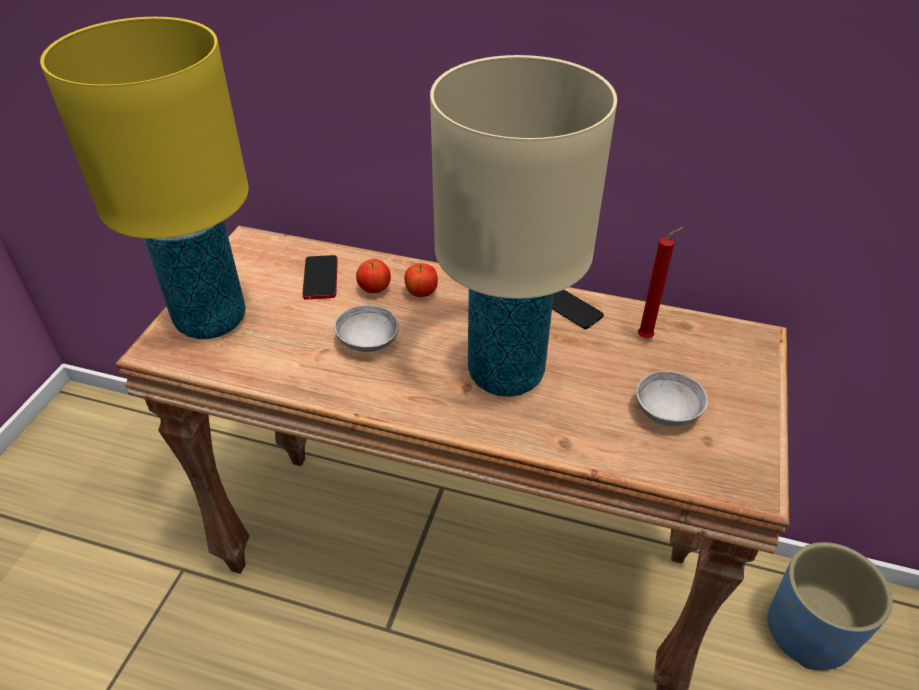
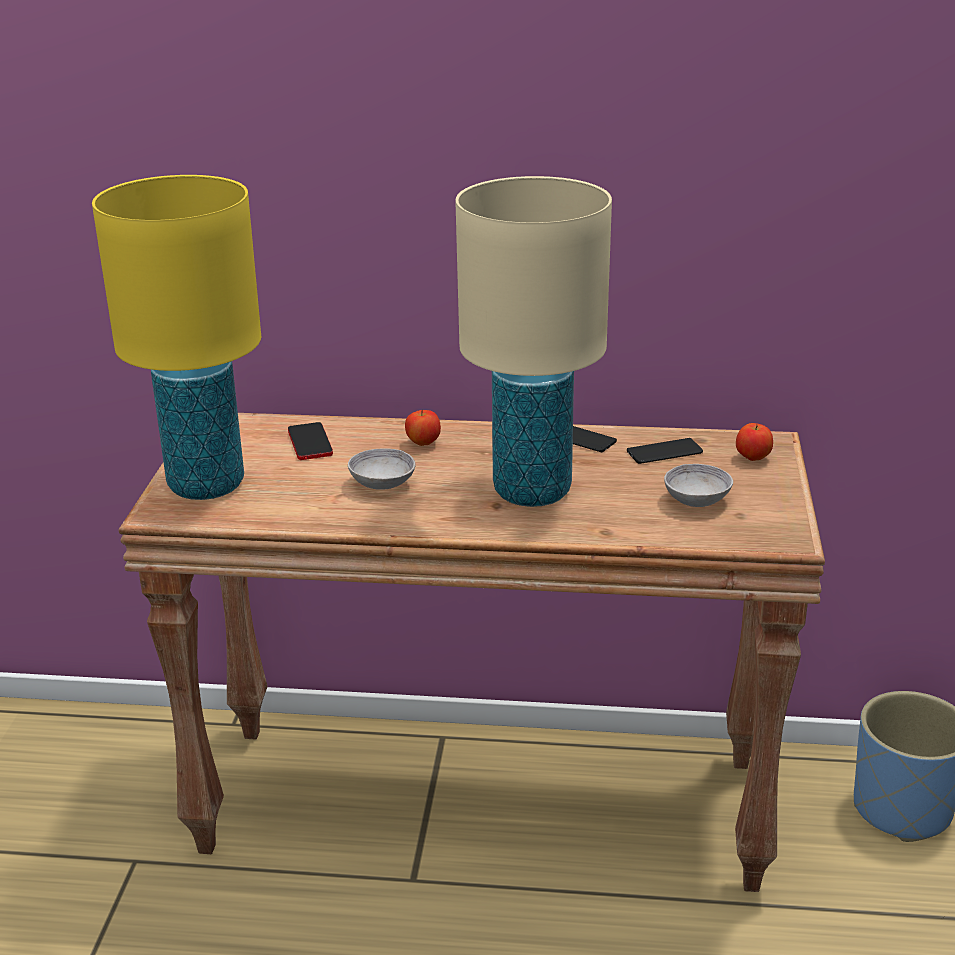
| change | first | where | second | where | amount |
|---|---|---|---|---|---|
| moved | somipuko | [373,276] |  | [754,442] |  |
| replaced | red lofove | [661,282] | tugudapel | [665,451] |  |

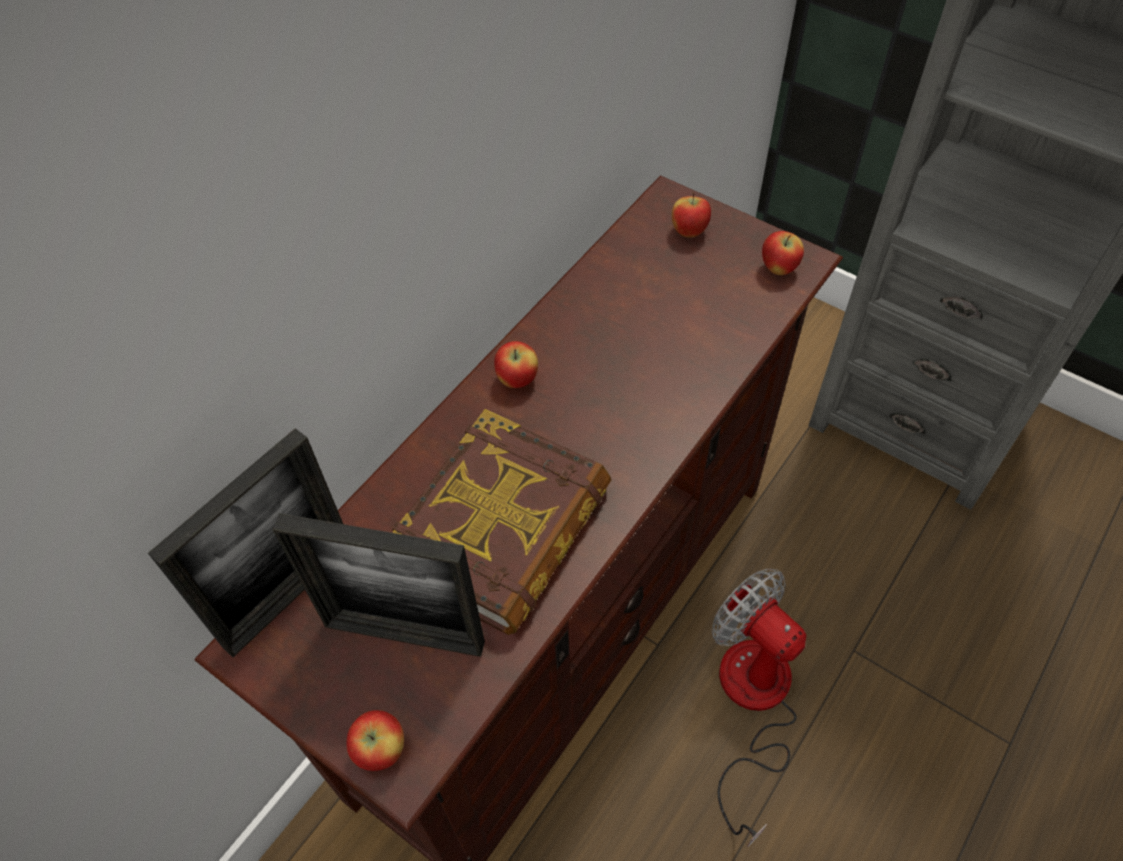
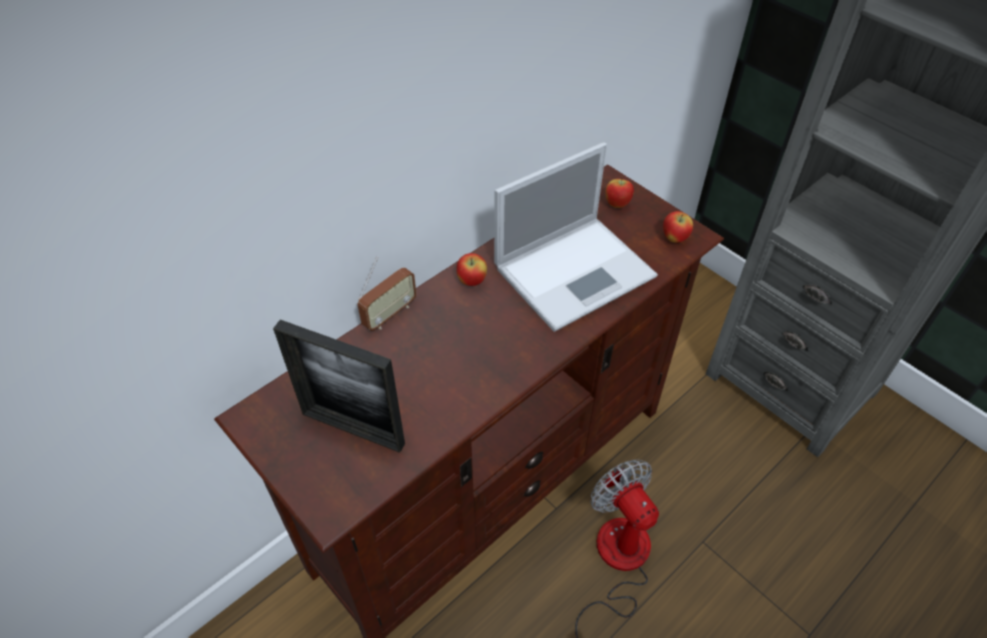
| change | first | where | second | where | amount |
|---|---|---|---|---|---|
| removed | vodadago | [245,542] |  |  |  |
| removed | somipuko | [375,740] |  |  |  |
| removed | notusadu | [501,522] |  |  |  |
| added |  |  | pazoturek | [387,293] |  |
| added |  |  | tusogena | [576,237] |  |

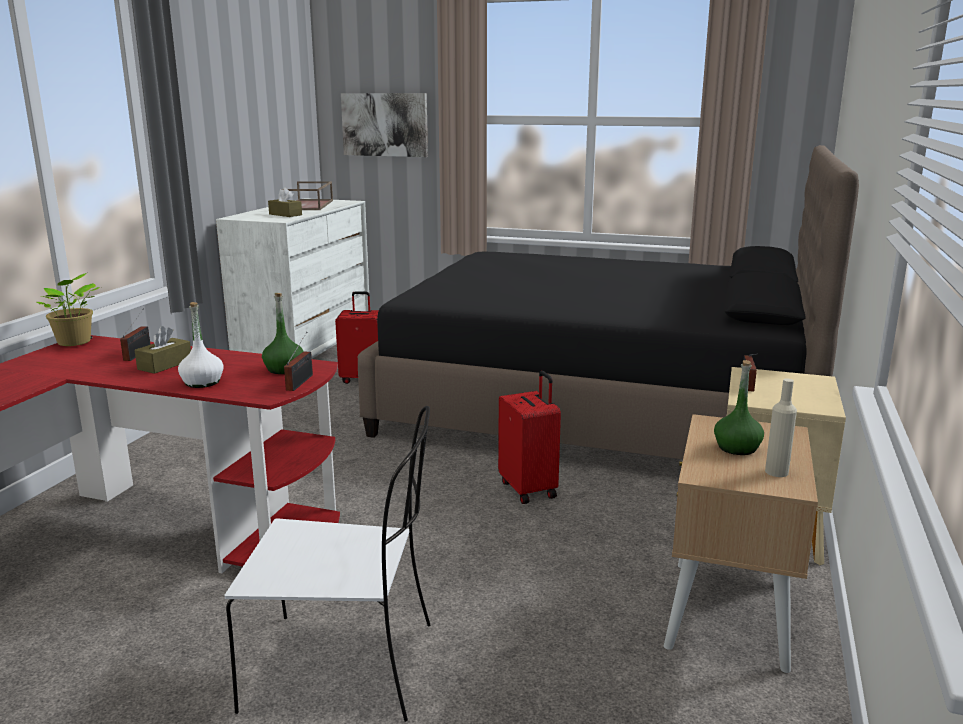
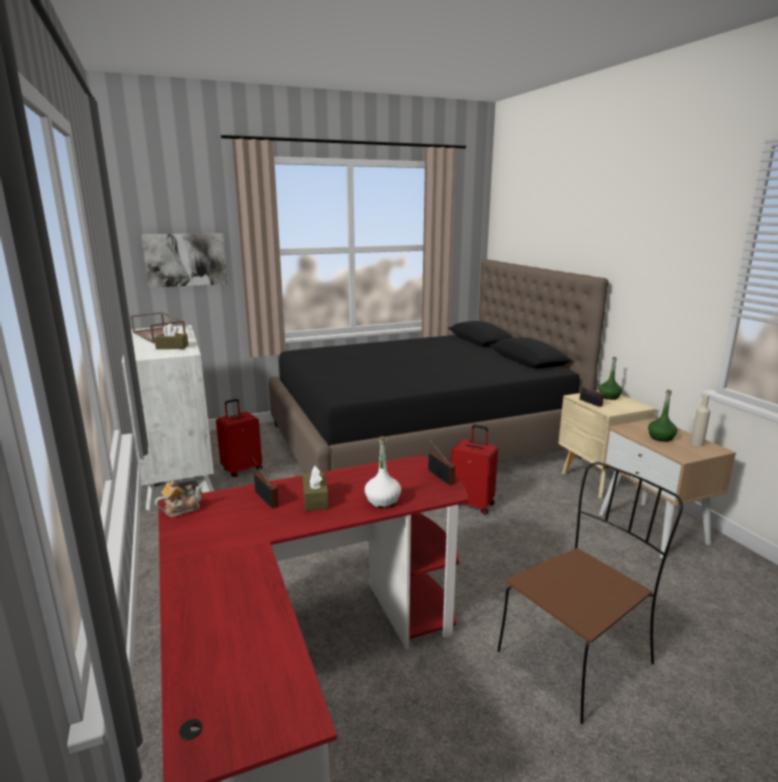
| change | first | where | second | where | amount |
|---|---|---|---|---|---|
| replaced | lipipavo | [68,309] | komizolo | [178,498] |  |
| recoloured | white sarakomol | [327,564] | brown sarakomol | [590,593] |  |
| moved | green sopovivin | [283,333] |  | [610,378] |  |

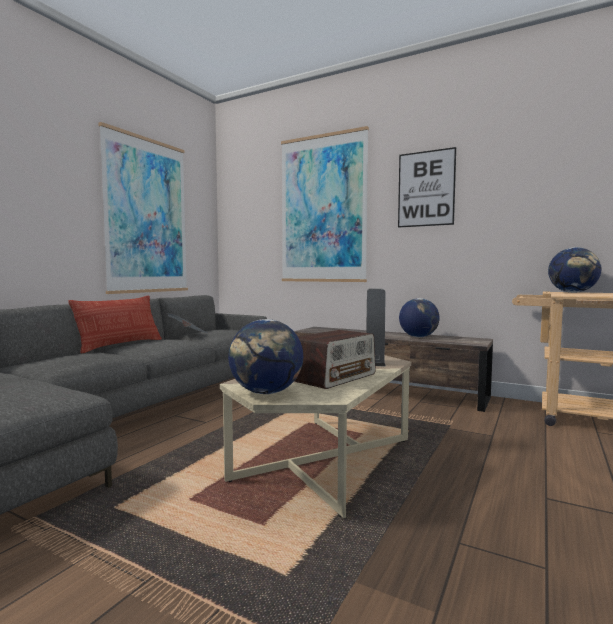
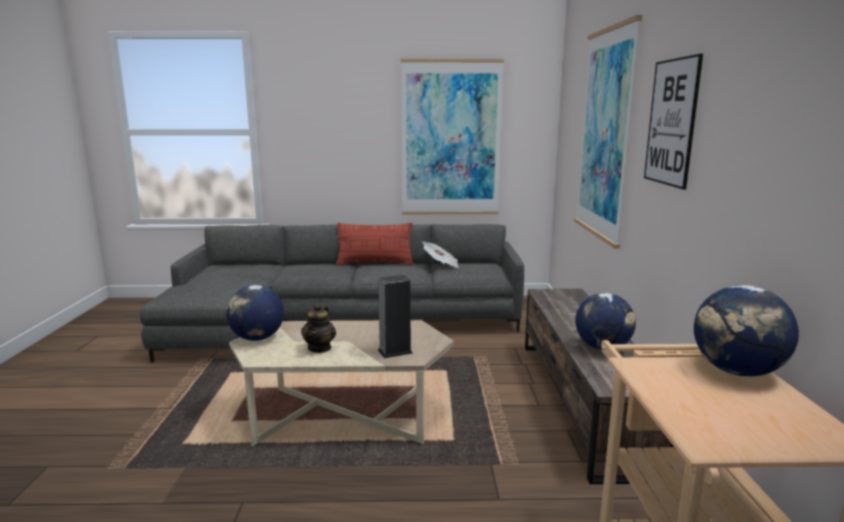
| change | first | where | second | where | amount |
|---|---|---|---|---|---|
| replaced | pazoturek | [335,359] | komizolo | [318,328] |  |

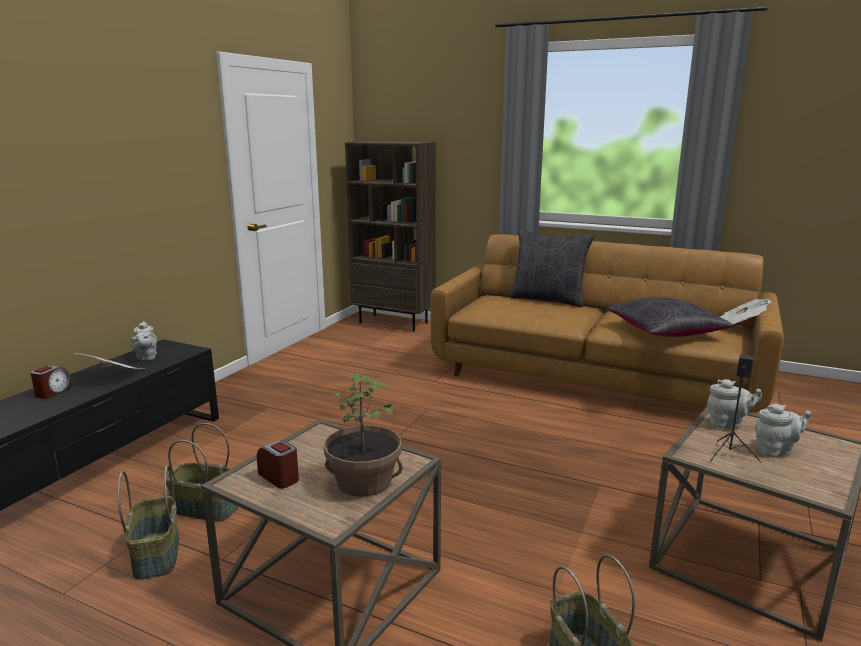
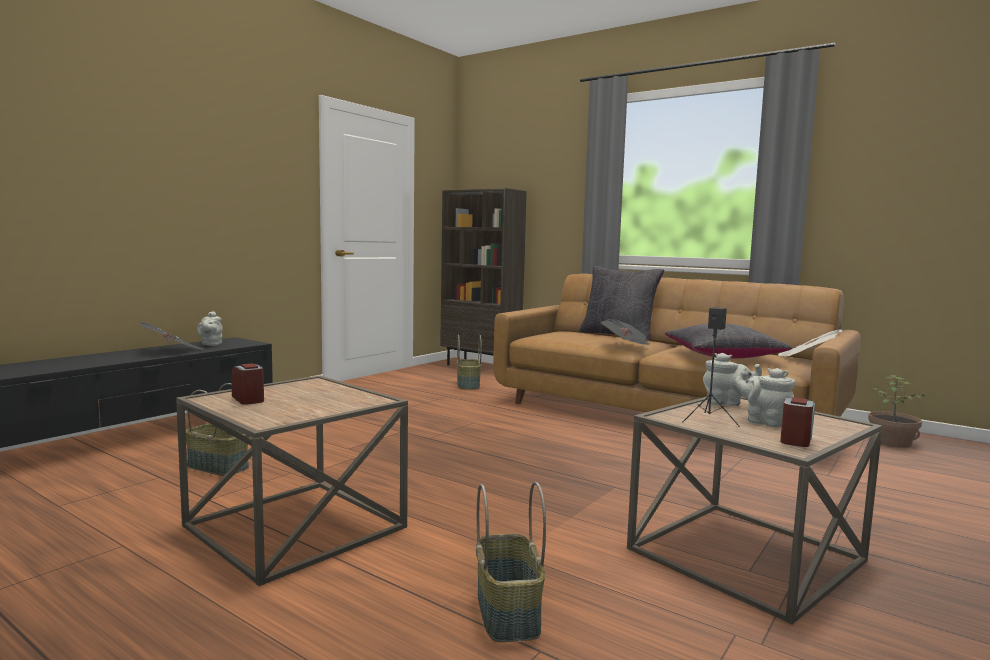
| change | first | where | second | where | amount |
|---|---|---|---|---|---|
| moved | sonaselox | [51,382] |  | [797,422] |  |
| moved | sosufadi | [148,522] |  | [469,362] |  |
| moved | lipipavo | [363,435] |  | [896,411] |  |
| turned | grey komizolo | [783,430] |  | [764,397] | 135 degrees counterclockwise |
| added |  |  | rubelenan | [625,332] |  |

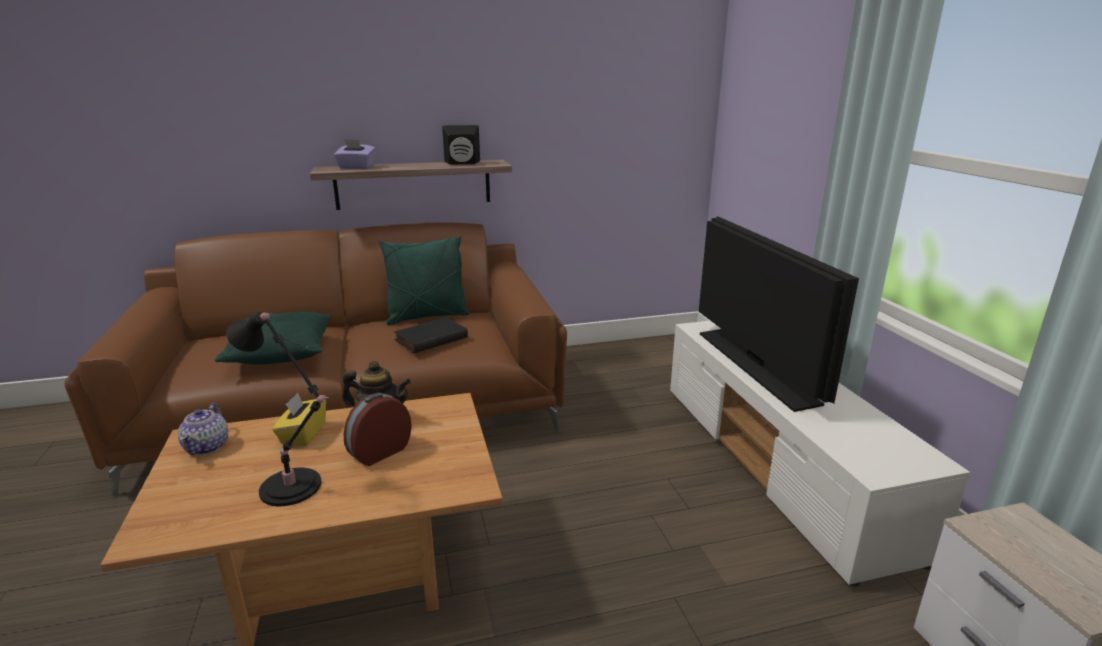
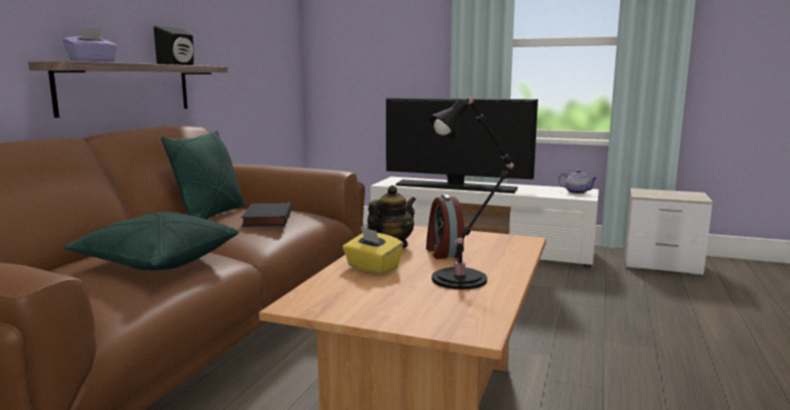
| change | first | where | second | where | amount |
|---|---|---|---|---|---|
| moved | komizolo | [203,429] |  | [578,182] |  |

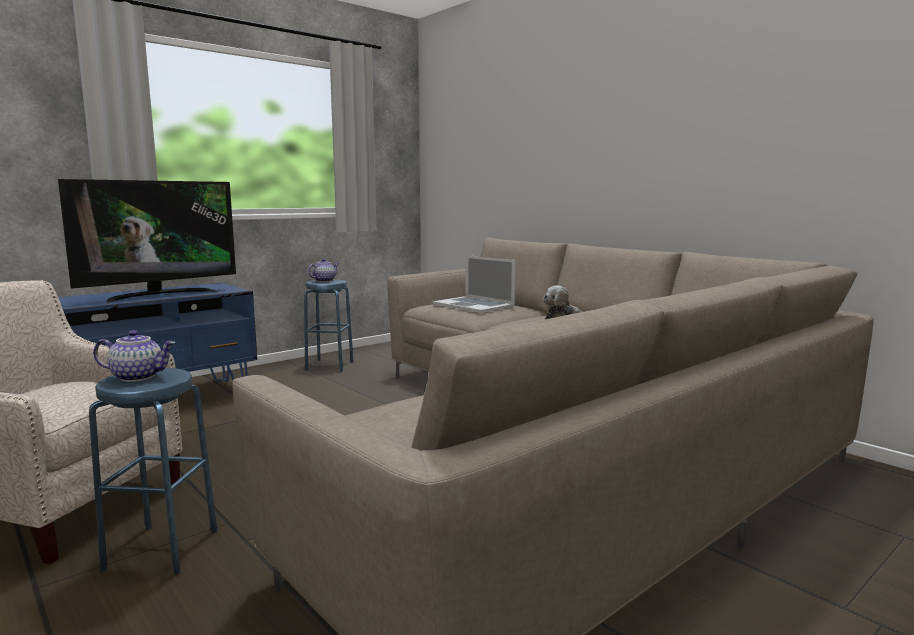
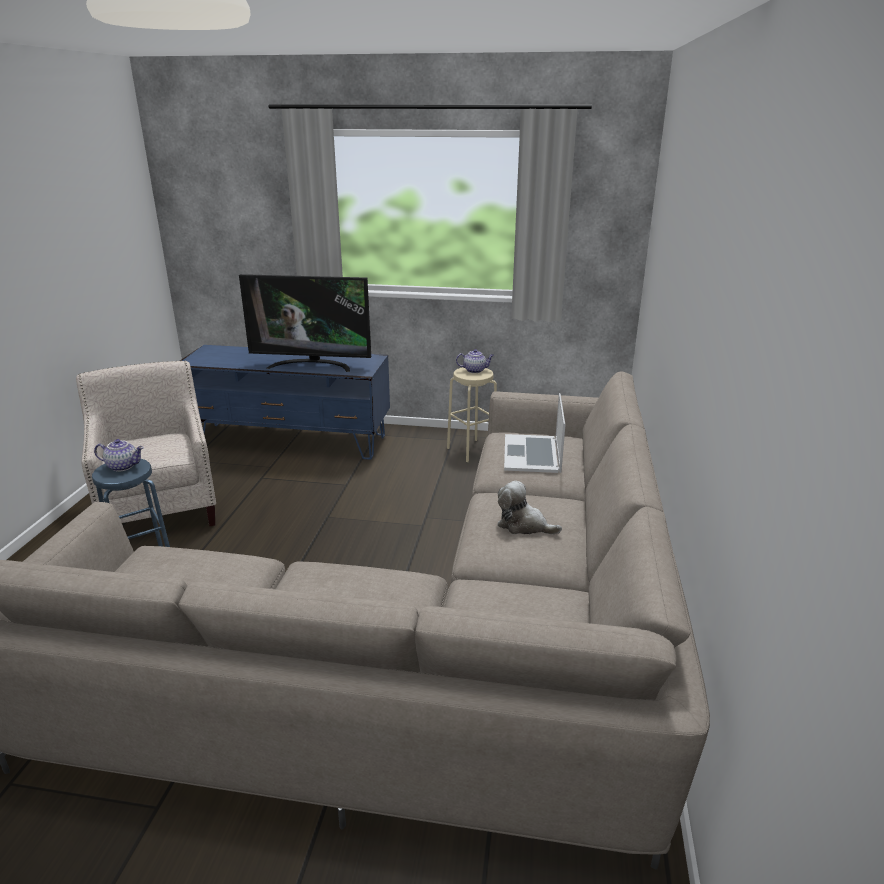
| change | first | where | second | where | amount |
|---|---|---|---|---|---|
| turned | komizolo | [134,356] |  | [119,455] | 45 degrees counterclockwise |
| recoloured | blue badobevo | [329,325] | beige badobevo | [472,414] |  |

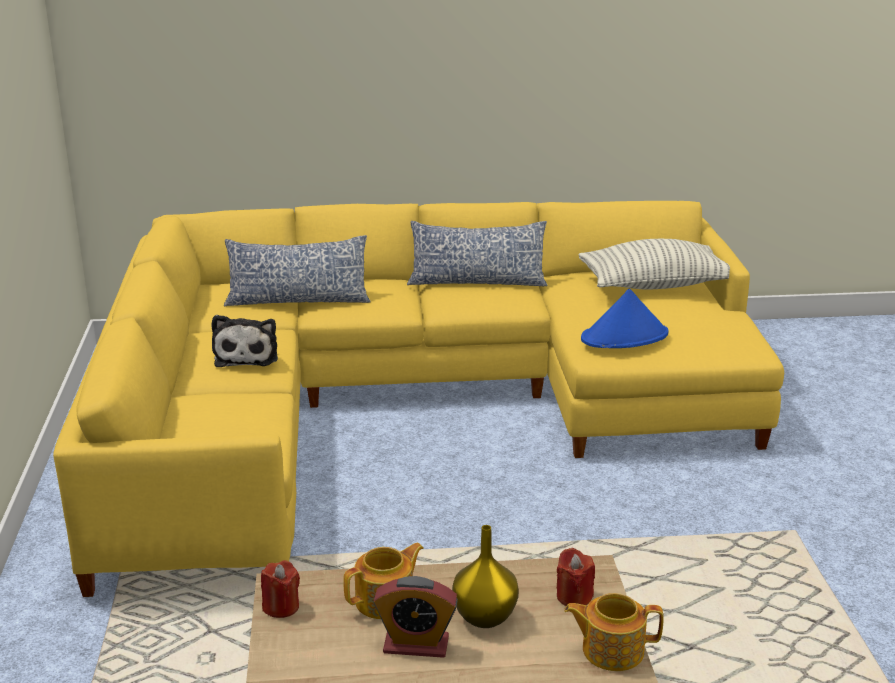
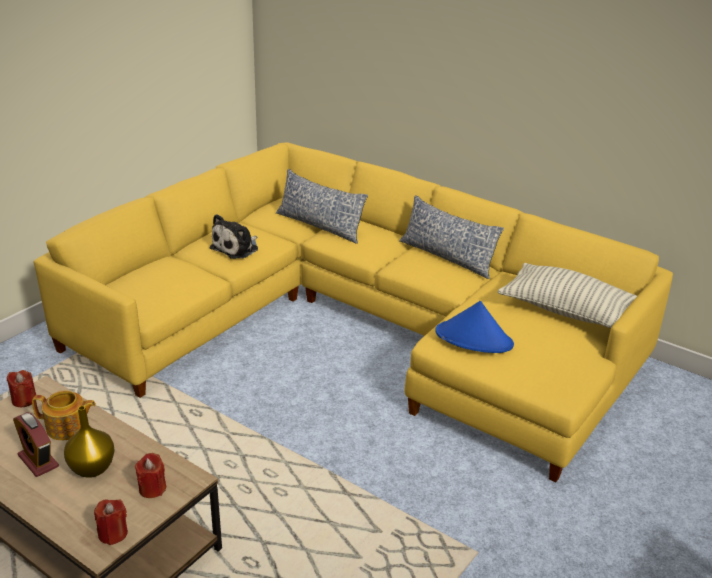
| change | first | where | second | where | amount |
|---|---|---|---|---|---|
| replaced | komizolo | [614,632] | red lofove | [111,522] |  |

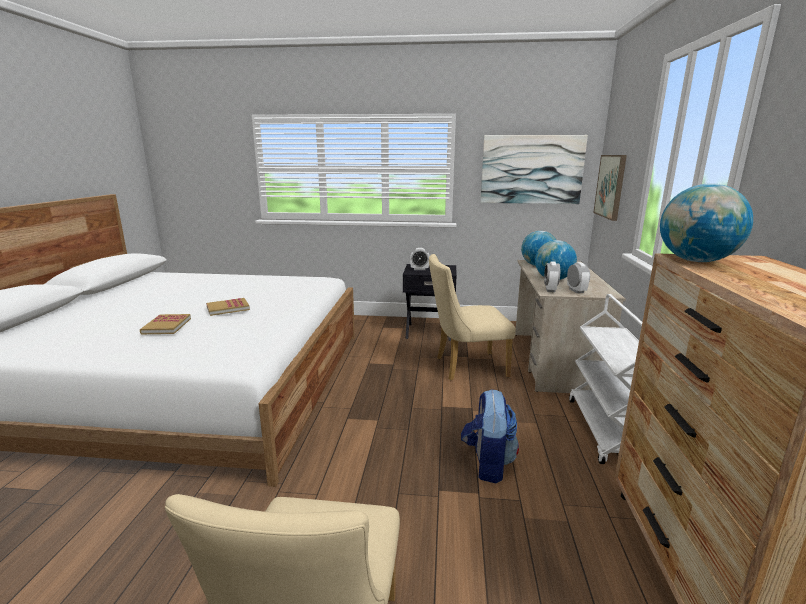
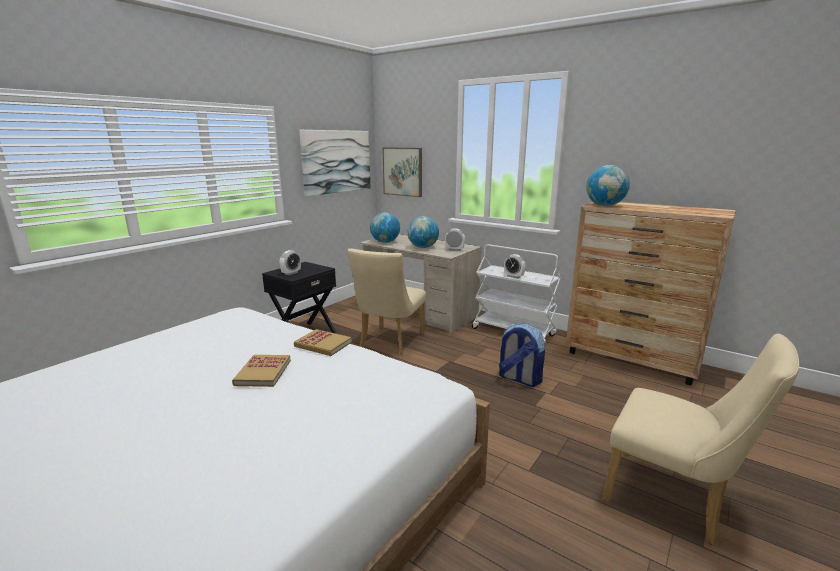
| change | first | where | second | where | amount |
|---|---|---|---|---|---|
| moved | notusadu | [165,324] |  | [323,342] |  |
| moved | sonaselox | [552,276] |  | [514,266] |  |

